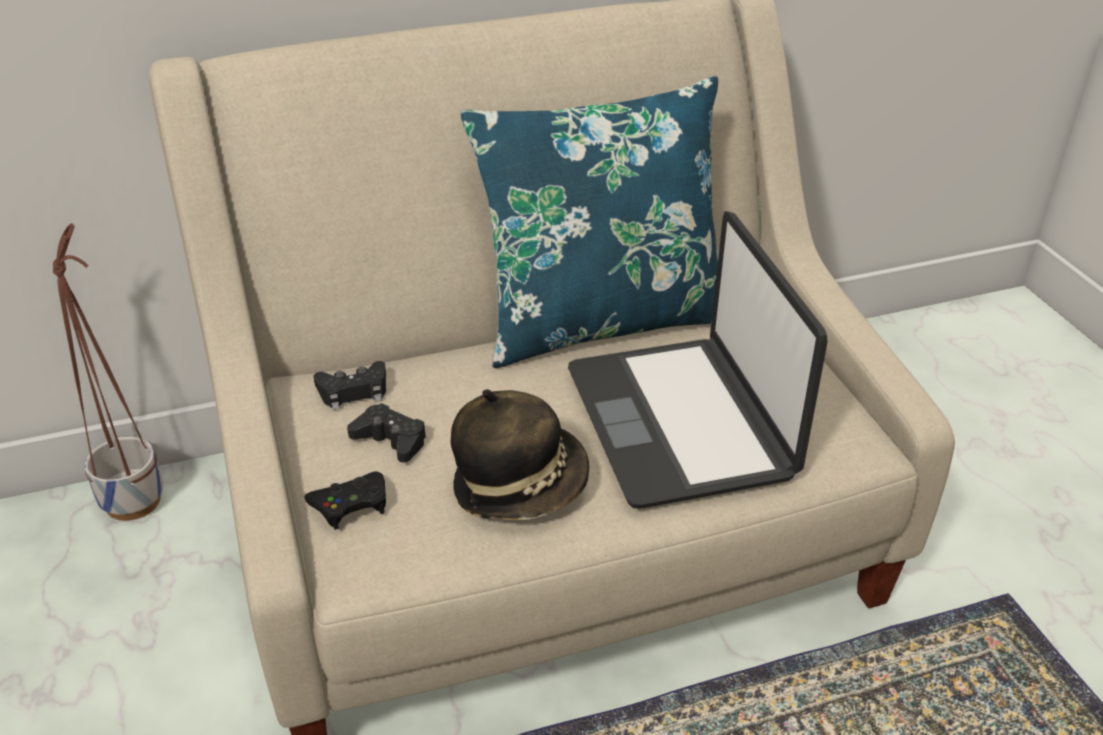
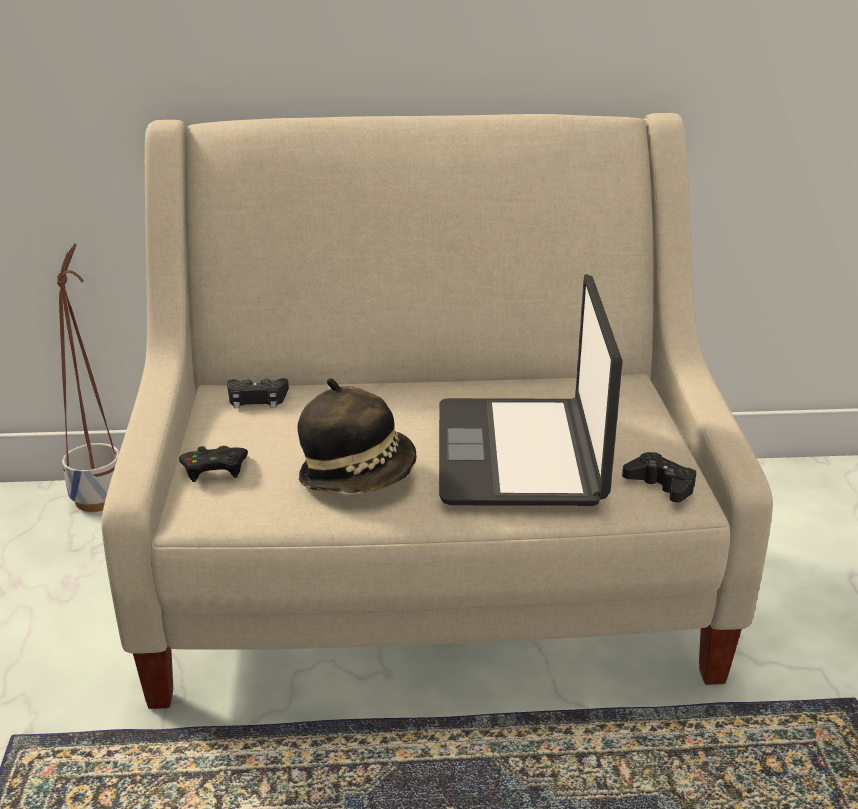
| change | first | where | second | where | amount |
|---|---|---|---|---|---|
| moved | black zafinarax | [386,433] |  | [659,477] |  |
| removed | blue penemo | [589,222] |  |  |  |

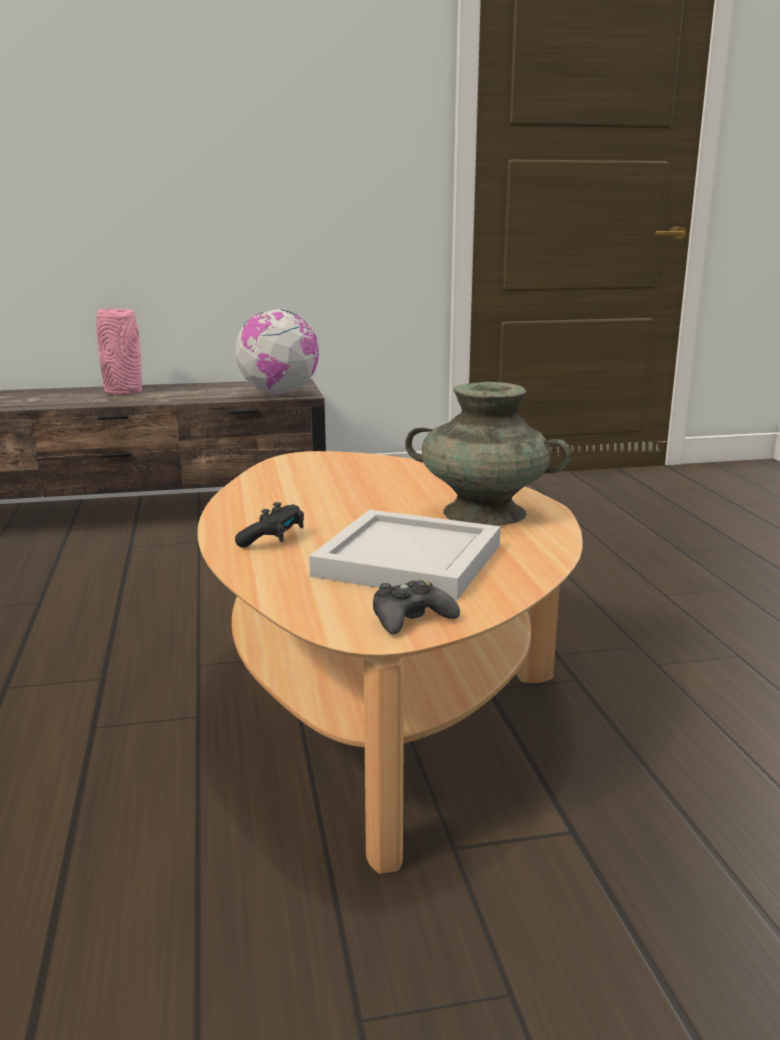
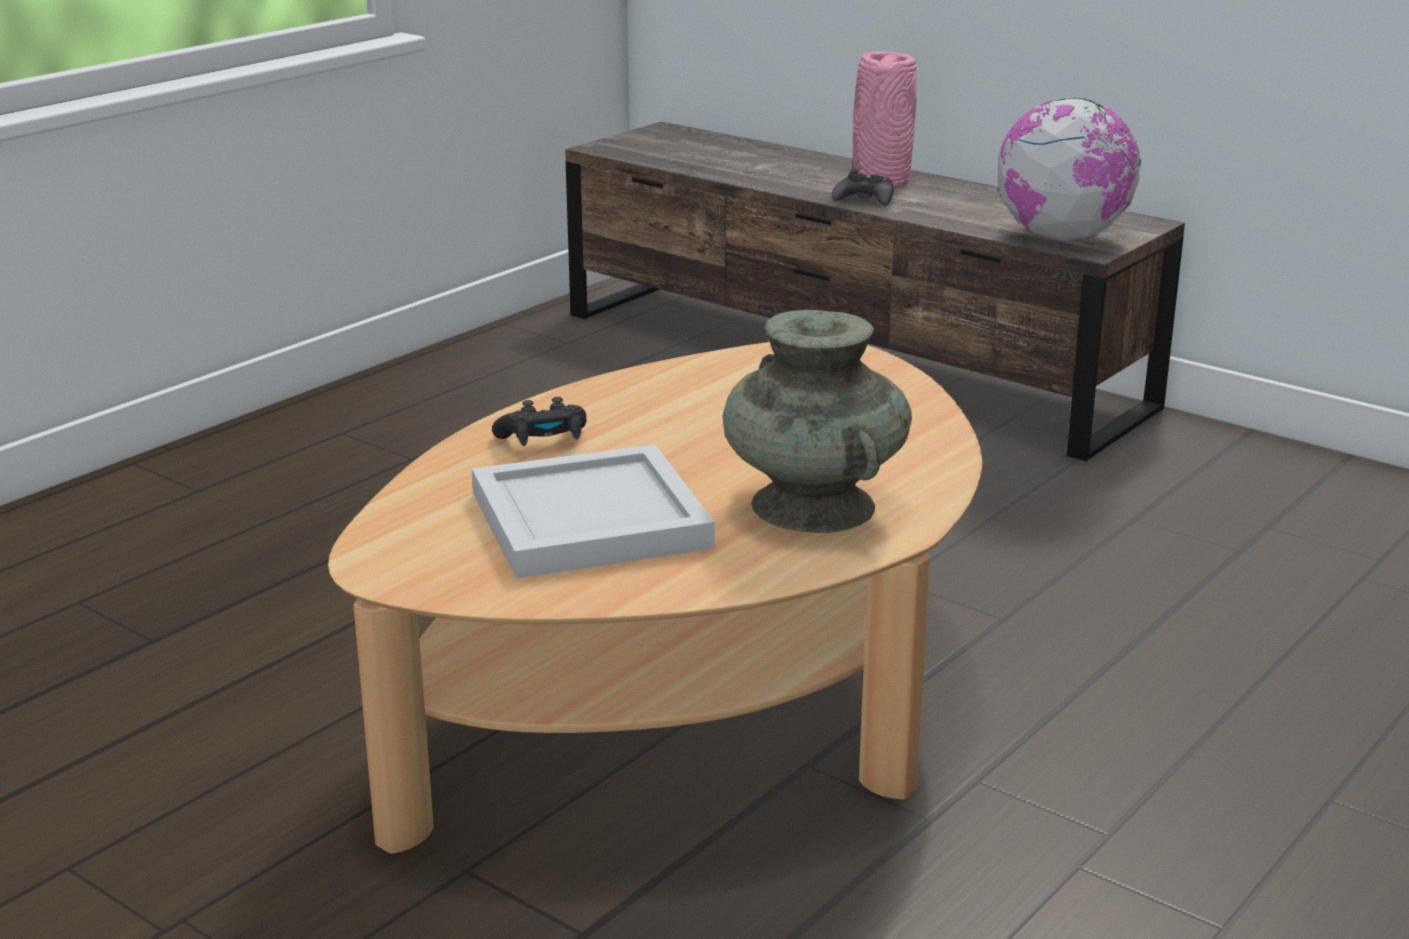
| change | first | where | second | where | amount |
|---|---|---|---|---|---|
| moved | black zafinarax | [416,606] |  | [863,187] |  |

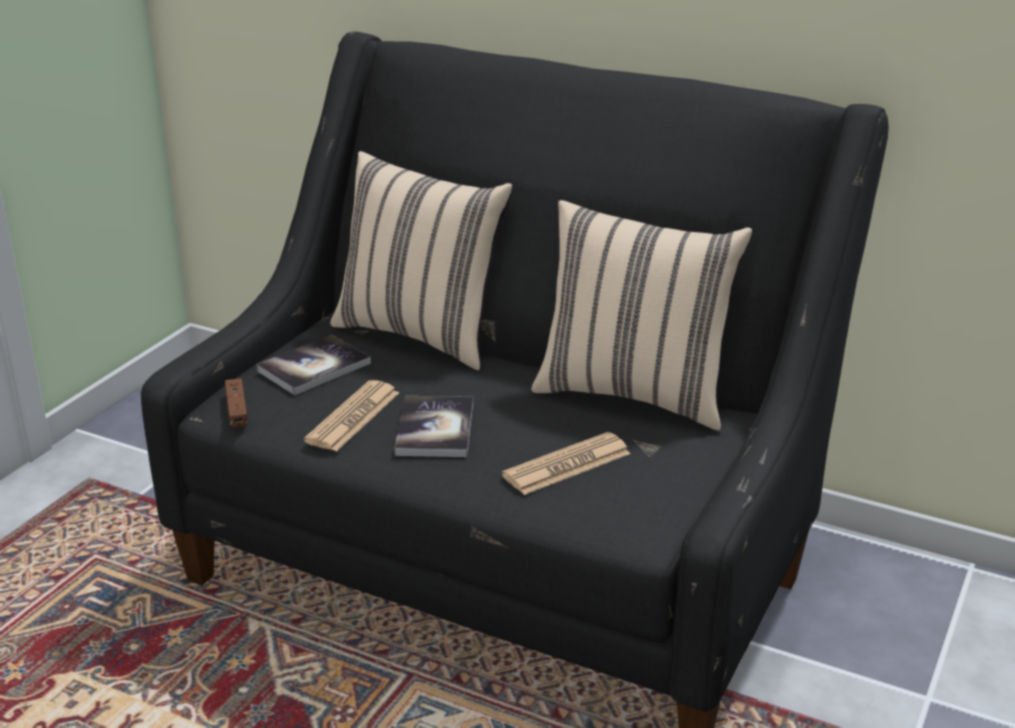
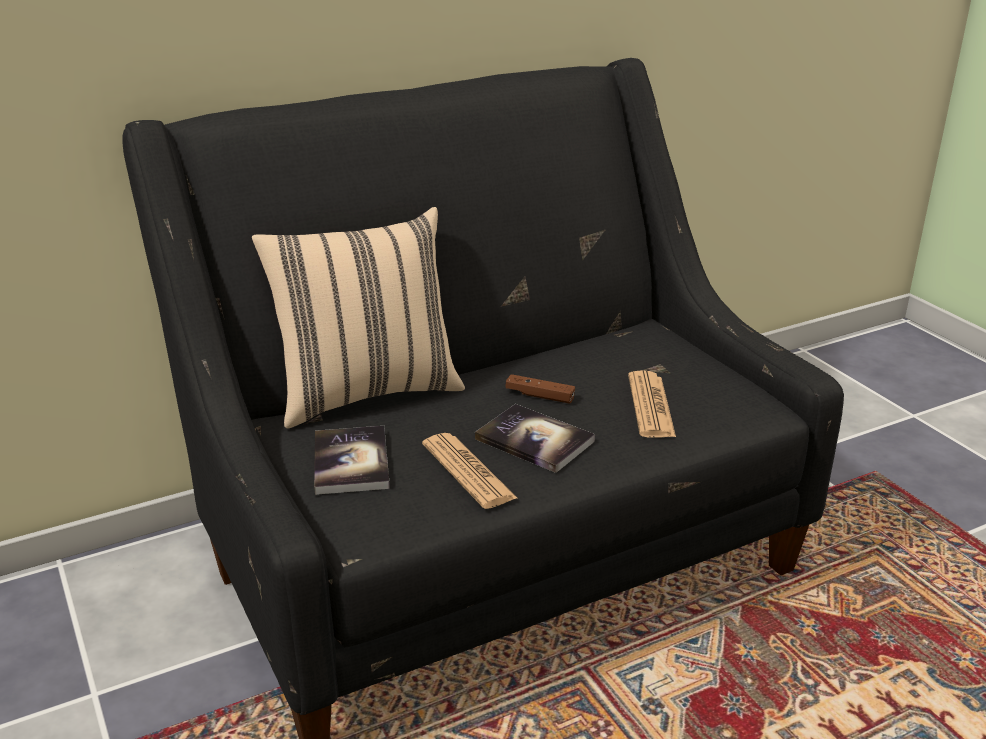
| change | first | where | second | where | amount |
|---|---|---|---|---|---|
| moved | brown zafinarax | [236,403] |  | [540,388] |  |
| removed | beige penemo | [641,315] |  |  |  |

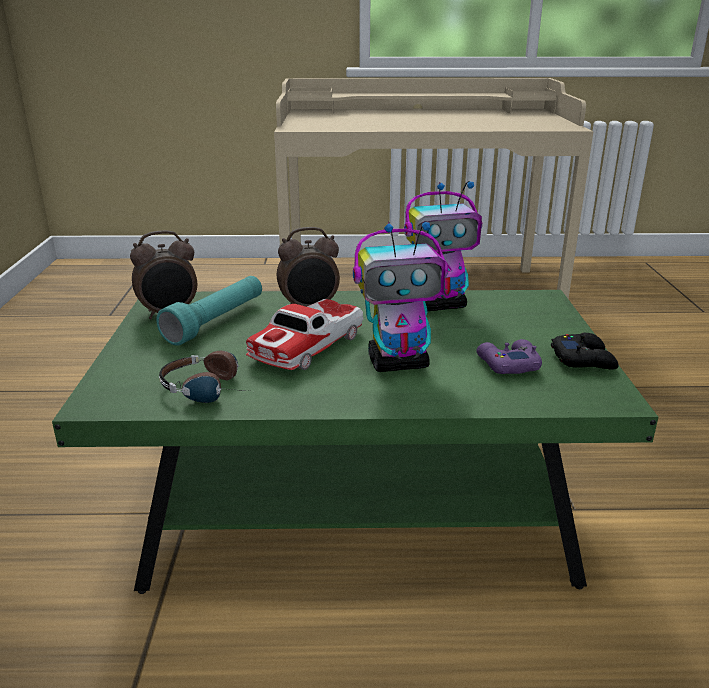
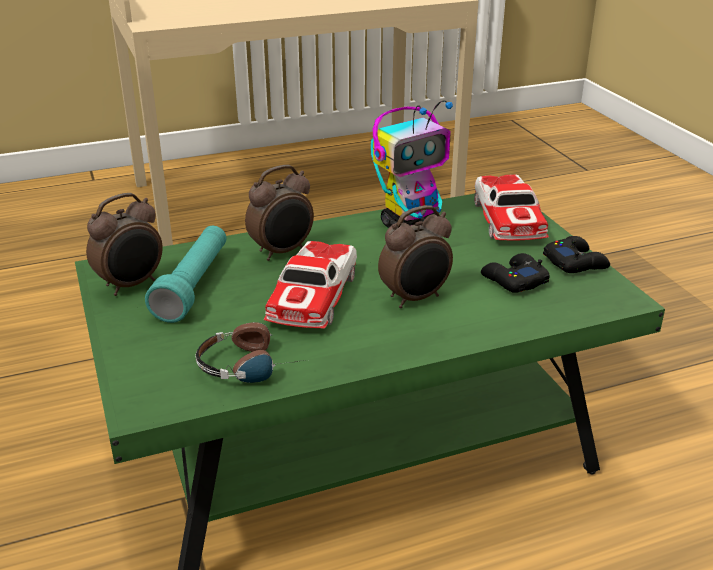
| change | first | where | second | where | amount |
|---|---|---|---|---|---|
| replaced | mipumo | [400,296] | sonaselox | [415,256] |  |
| recoloured | purple zafinarax | [509,356] | black zafinarax | [515,273] |  |
| added |  |  | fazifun | [511,207] |  |

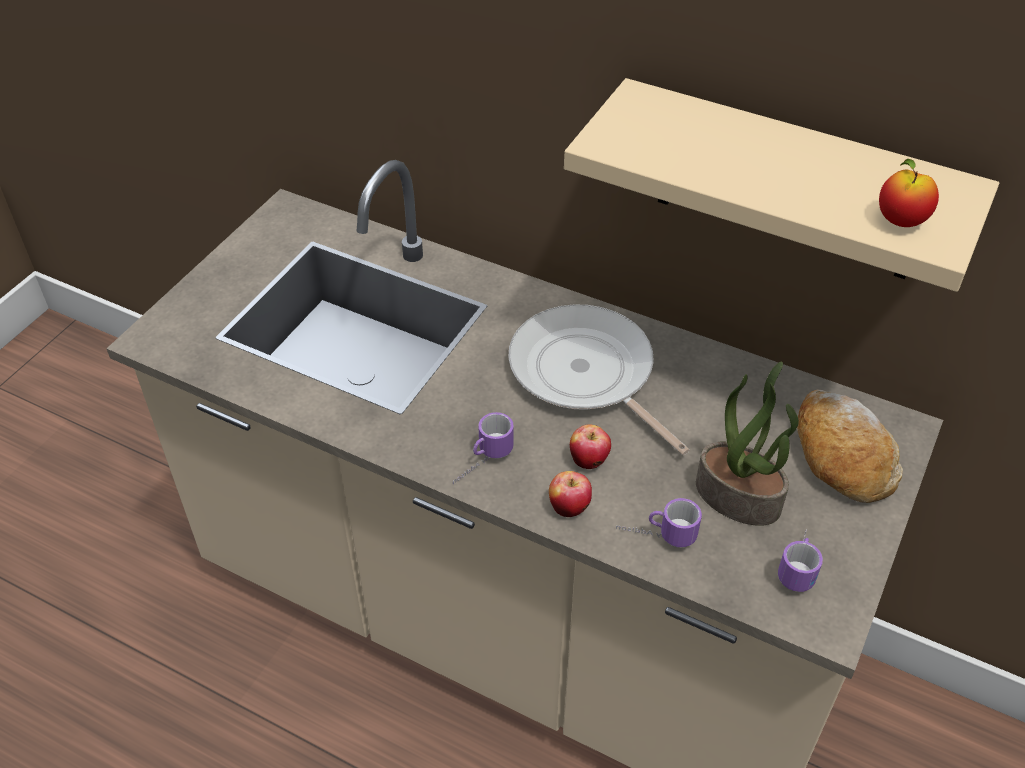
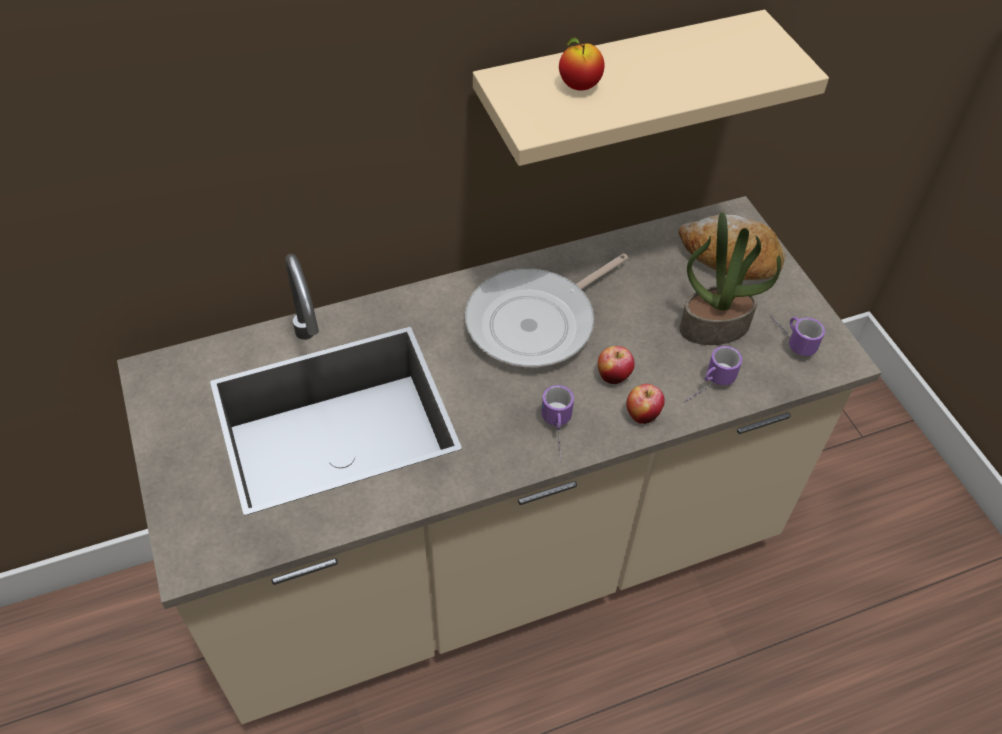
| change | first | where | second | where | amount |
|---|---|---|---|---|---|
| turned | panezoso | [599,379] |  | [546,310] | 45 degrees counterclockwise |
| moved | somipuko | [909,193] |  | [582,64] |  |

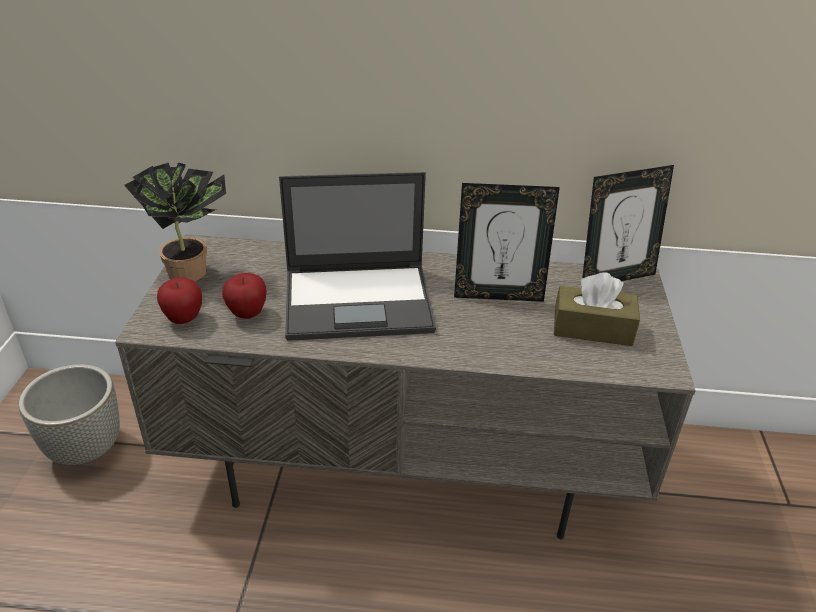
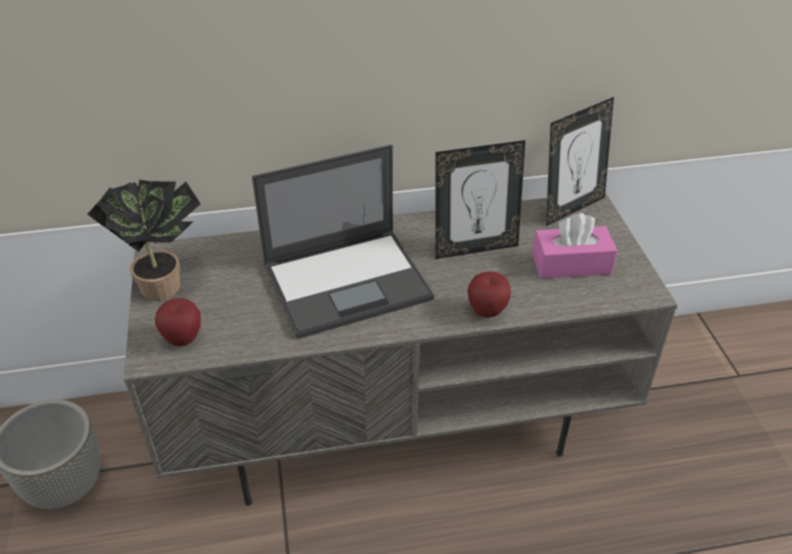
| change | first | where | second | where | amount |
|---|---|---|---|---|---|
| moved | somipuko | [244,296] |  | [489,294] |  |
| recoloured | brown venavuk | [597,309] | pink venavuk | [574,246] |  |

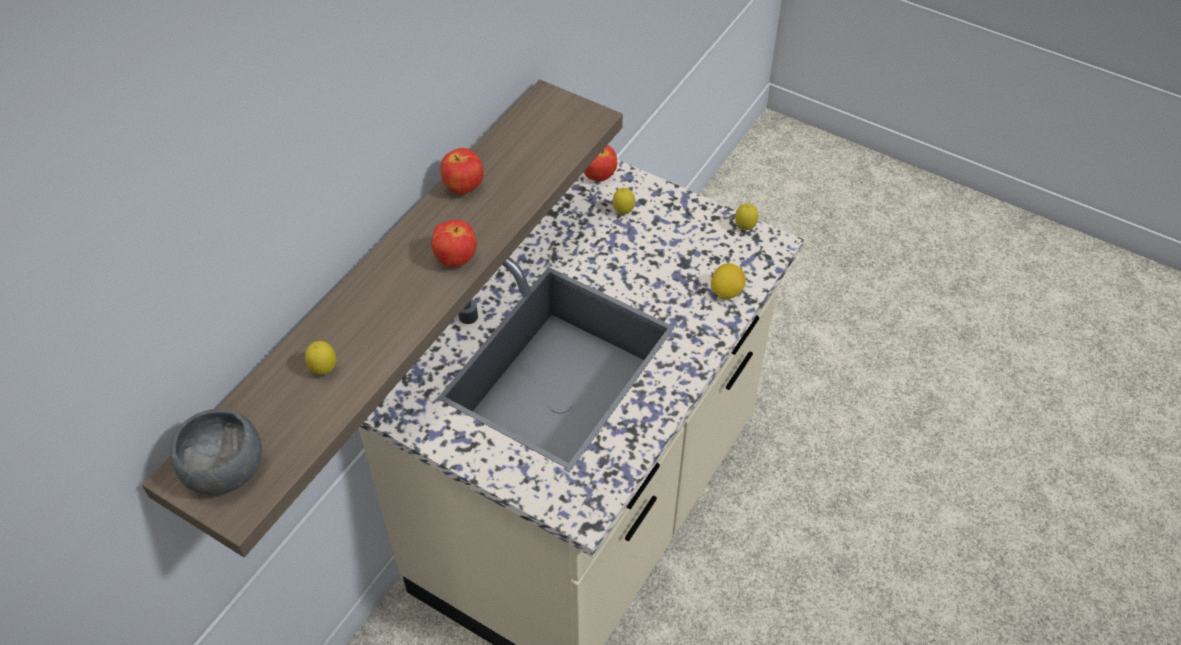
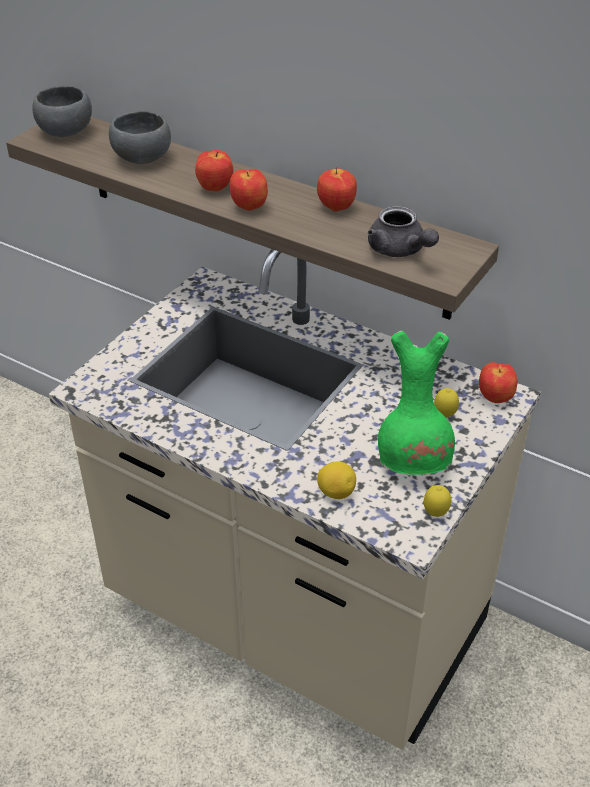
| change | first | where | second | where | amount |
|---|---|---|---|---|---|
| replaced | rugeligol | [320,358] | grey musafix | [140,137] |  |
| added |  |  | somipuko | [214,170] |  |
| added |  |  | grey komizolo | [403,231] |  |
| added |  |  | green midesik | [416,403] |  |

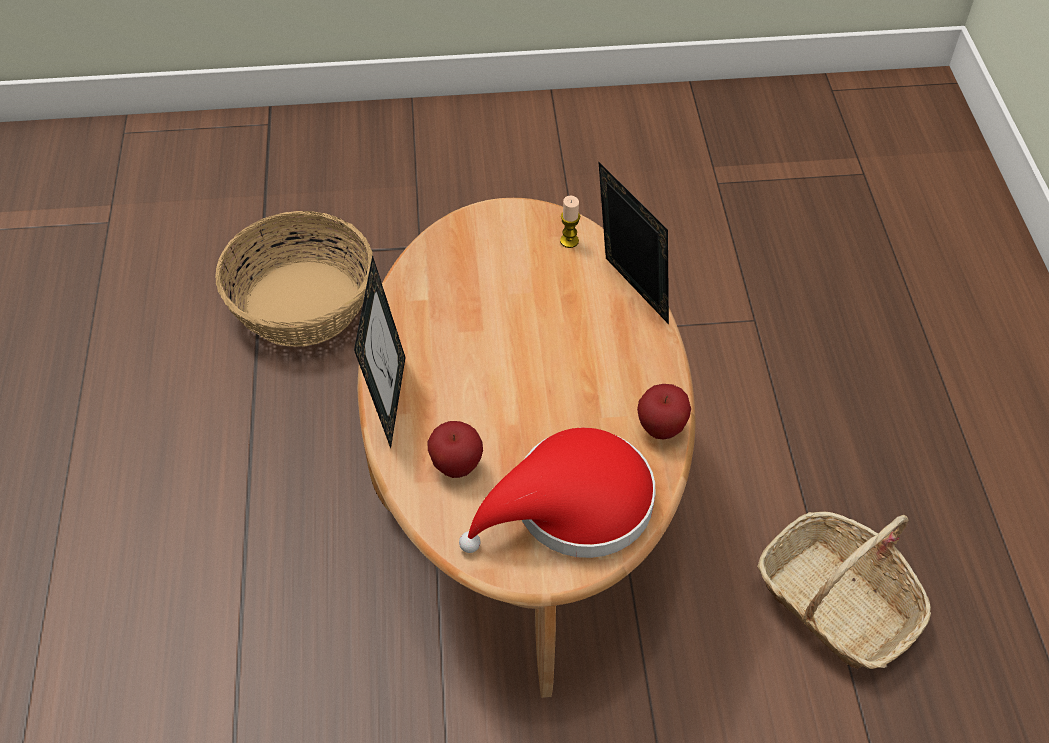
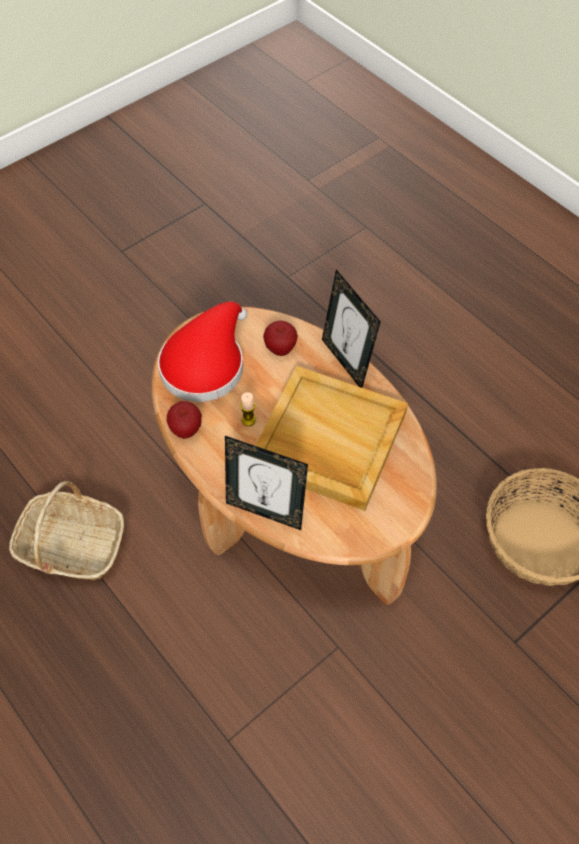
| change | first | where | second | where | amount |
|---|---|---|---|---|---|
| moved | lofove | [570,222] |  | [248,409] |  |
| added |  |  | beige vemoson | [331,438] |  |

